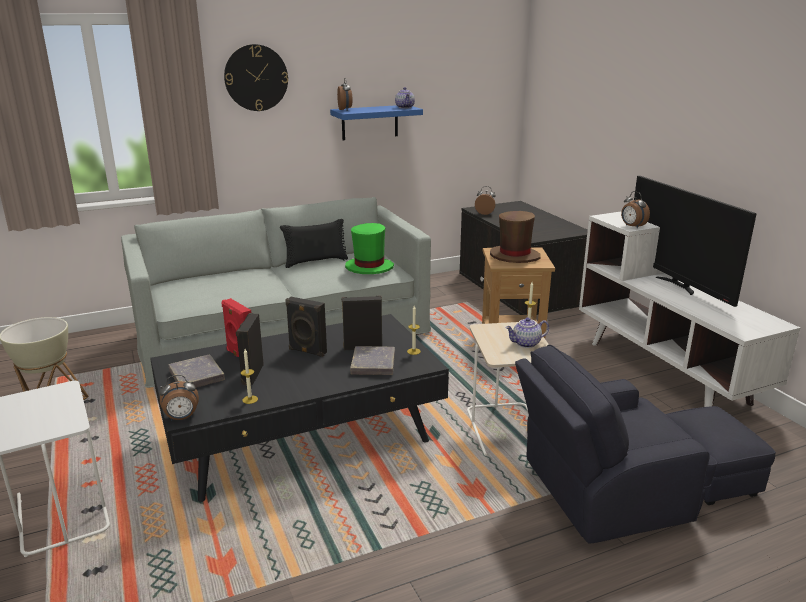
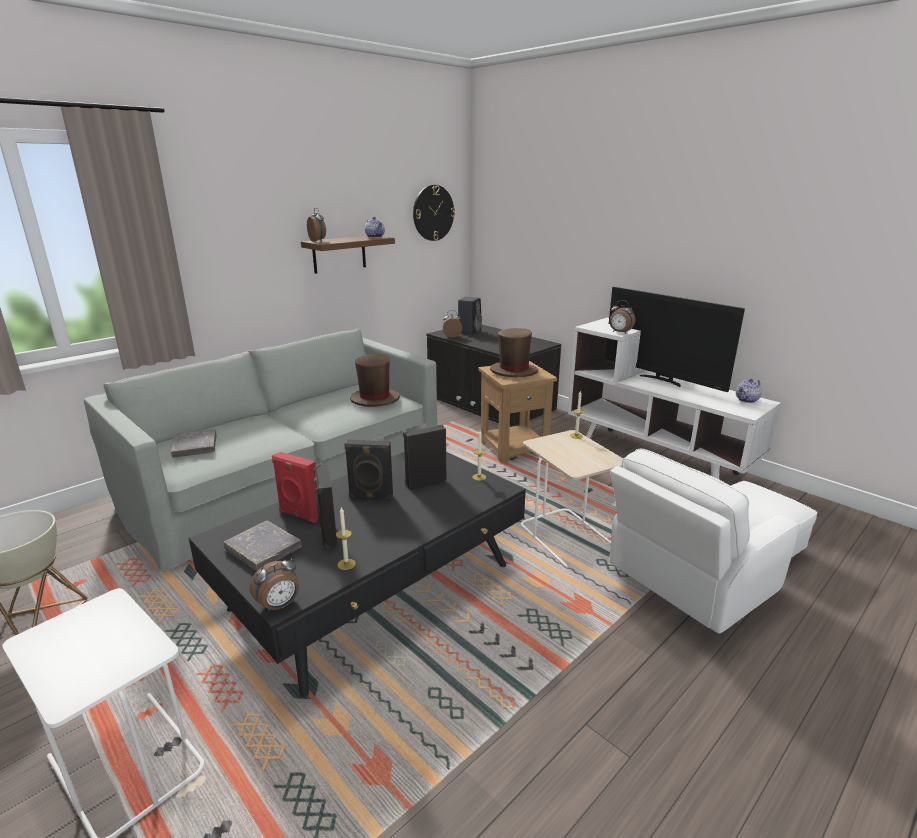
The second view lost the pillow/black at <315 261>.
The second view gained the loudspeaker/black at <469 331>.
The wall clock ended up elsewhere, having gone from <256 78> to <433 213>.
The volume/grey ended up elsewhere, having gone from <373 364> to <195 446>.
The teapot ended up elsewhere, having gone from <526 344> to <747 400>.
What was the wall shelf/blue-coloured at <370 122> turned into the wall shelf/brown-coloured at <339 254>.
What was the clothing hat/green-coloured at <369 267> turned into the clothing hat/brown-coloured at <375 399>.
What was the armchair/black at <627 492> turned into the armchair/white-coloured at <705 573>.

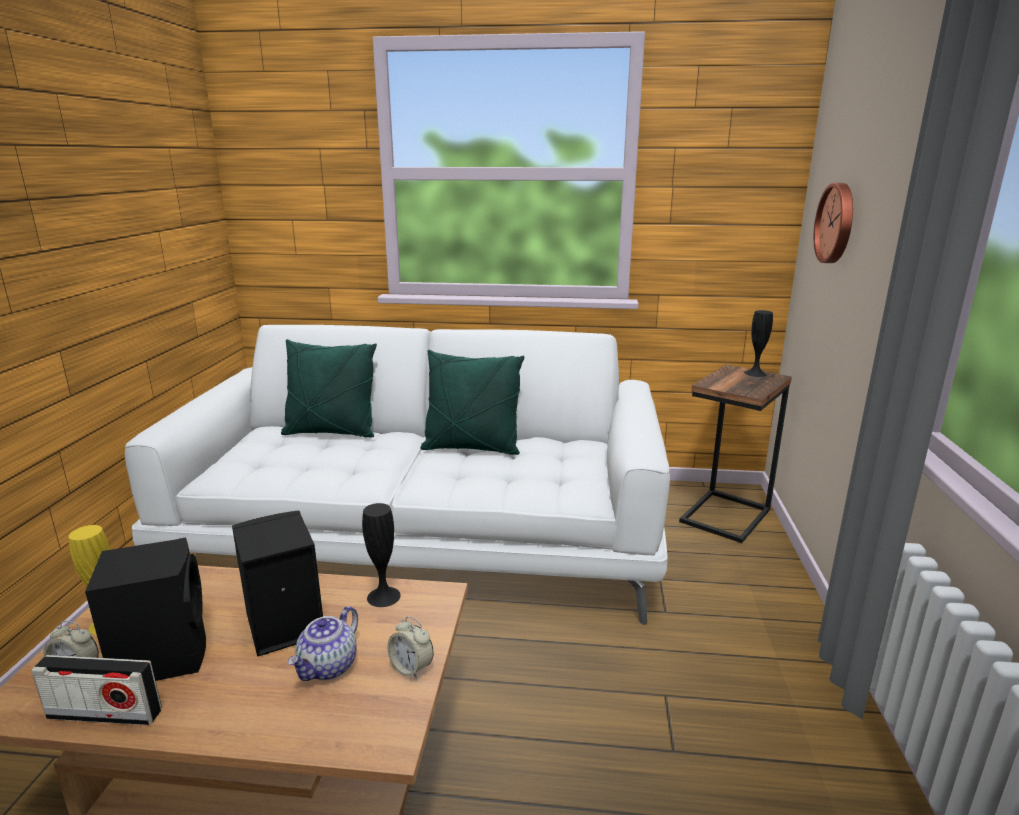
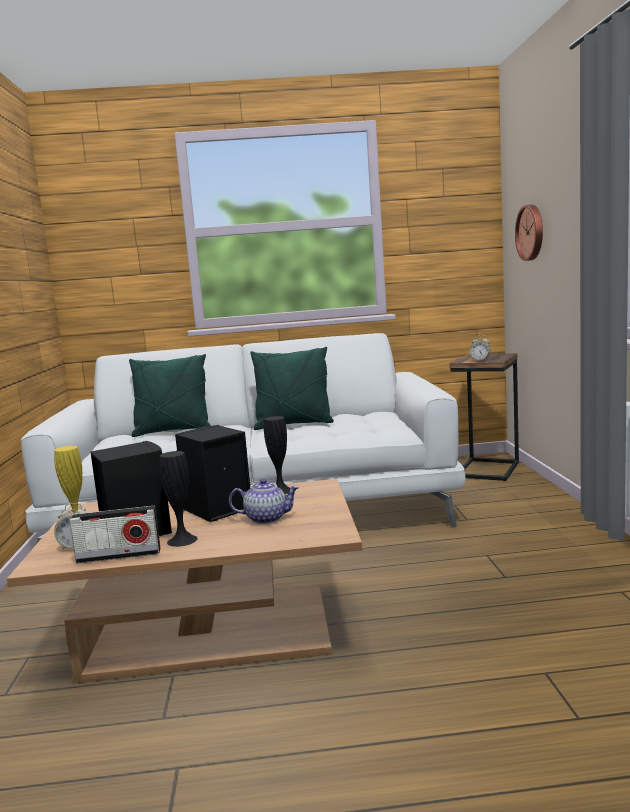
The bedside clock ended up elsewhere, having gone from <411 668> to <480 360>.
The flower vase/black ended up elsewhere, having gone from <755 373> to <182 540>.
The teapot at <328 667> ended up facing another way, 105 degrees counterclockwise from before.

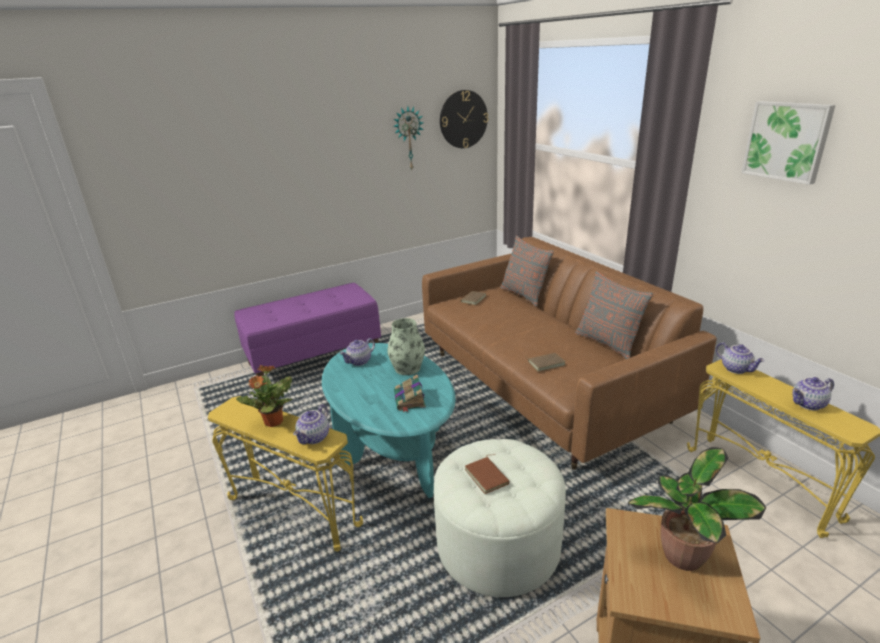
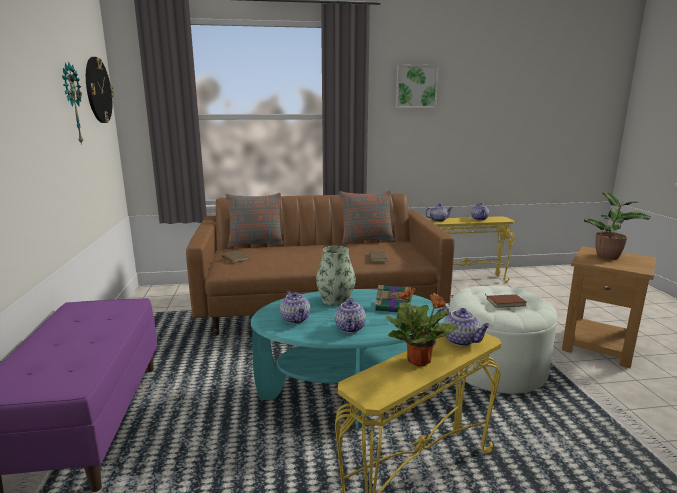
The second view gained the teapot at <351 328>.

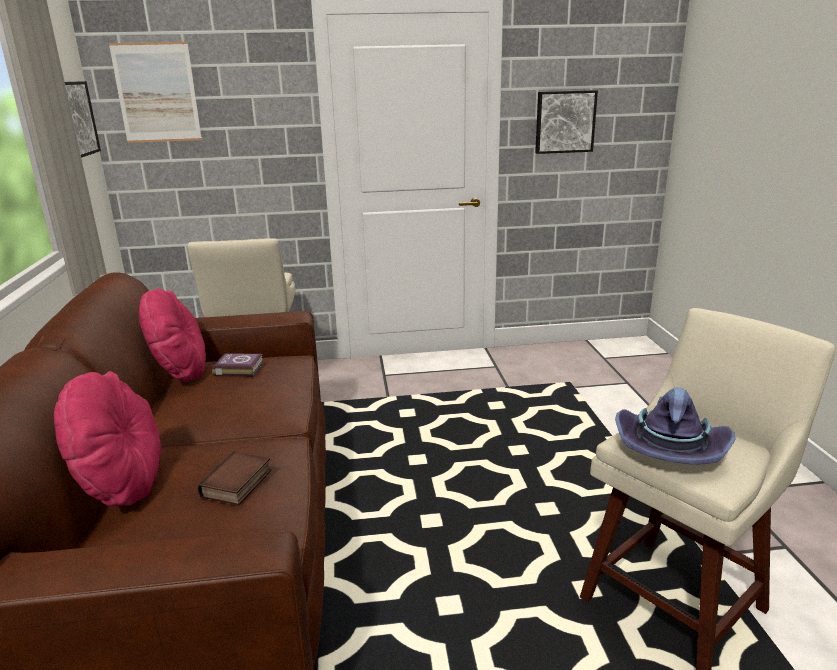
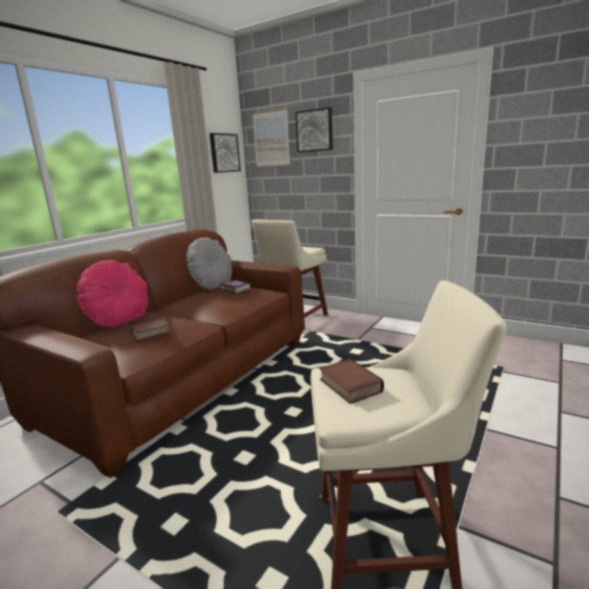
The wall art ended up elsewhere, having gone from <564 122> to <315 130>.
Where the clothing hat/purple-coloured stood at <669 450>, the volume came to stand at <348 386>.
What was the pillow/pink-coloured at <181 374> turned into the pillow/grey at <212 287>.

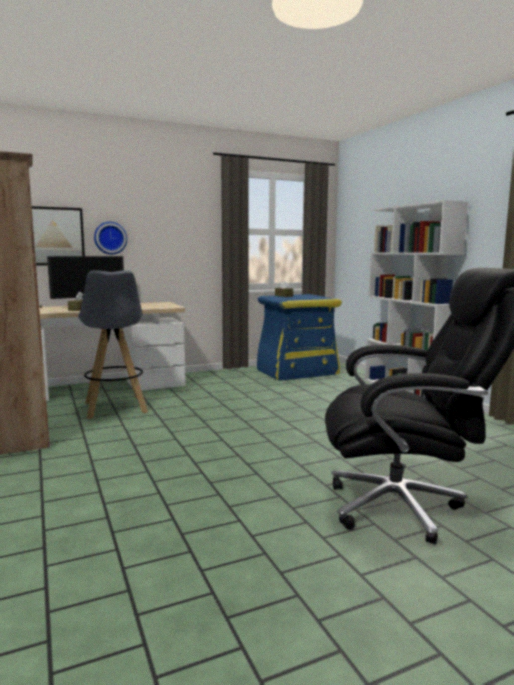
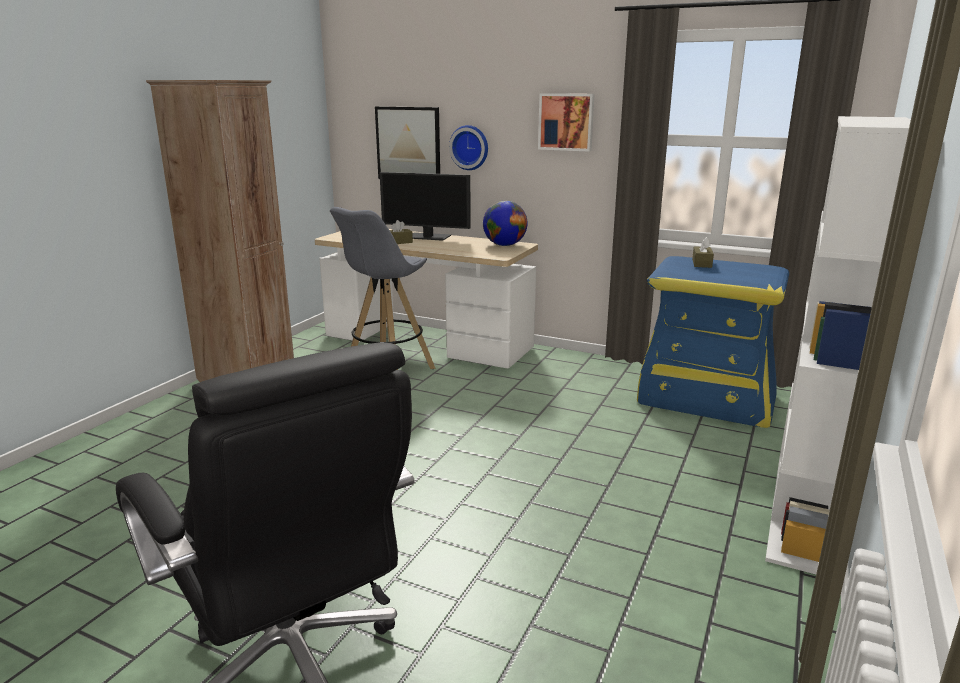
The second view gained the world globe at <504 245>.
The second view gained the wall art at <566 122>.

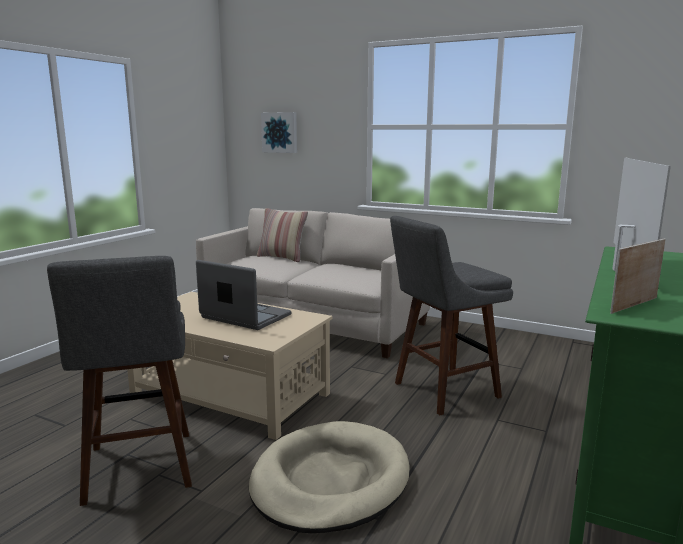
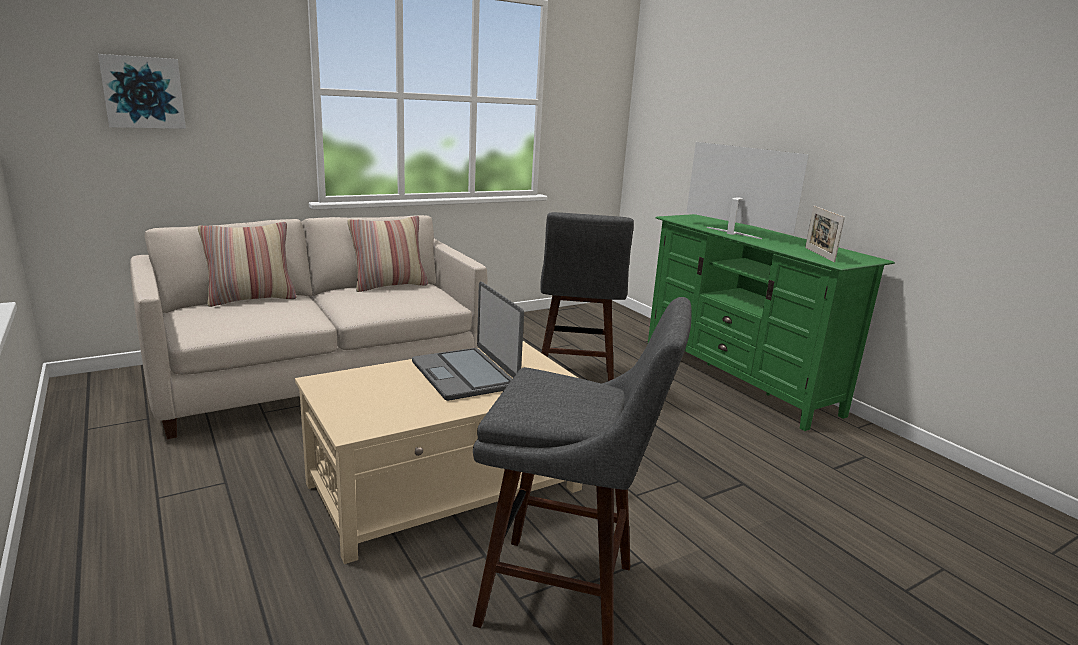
The second view lost the dog cushion/beige-coloured at <330 481>.
The second view gained the pillow at <389 286>.
The notebook computer at <245 317> ended up facing another way, 90 degrees counterclockwise from before.

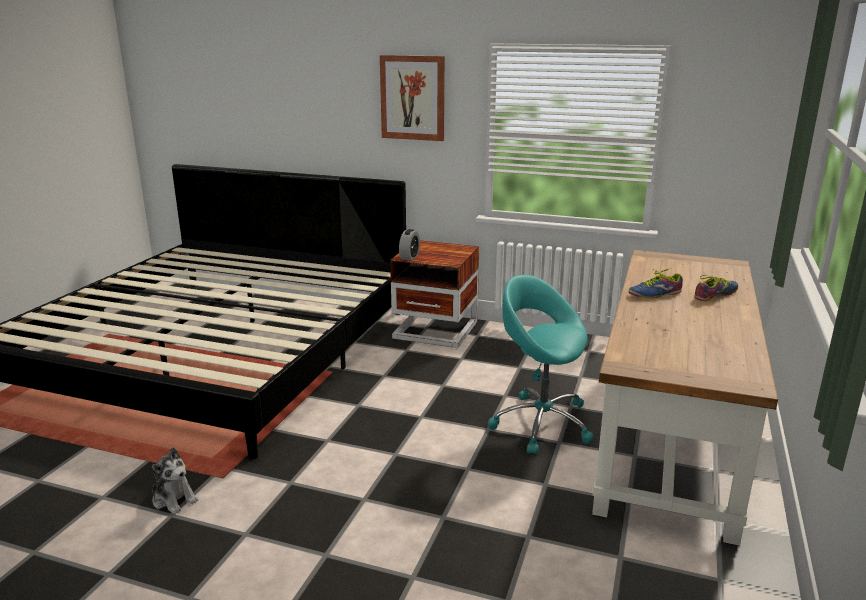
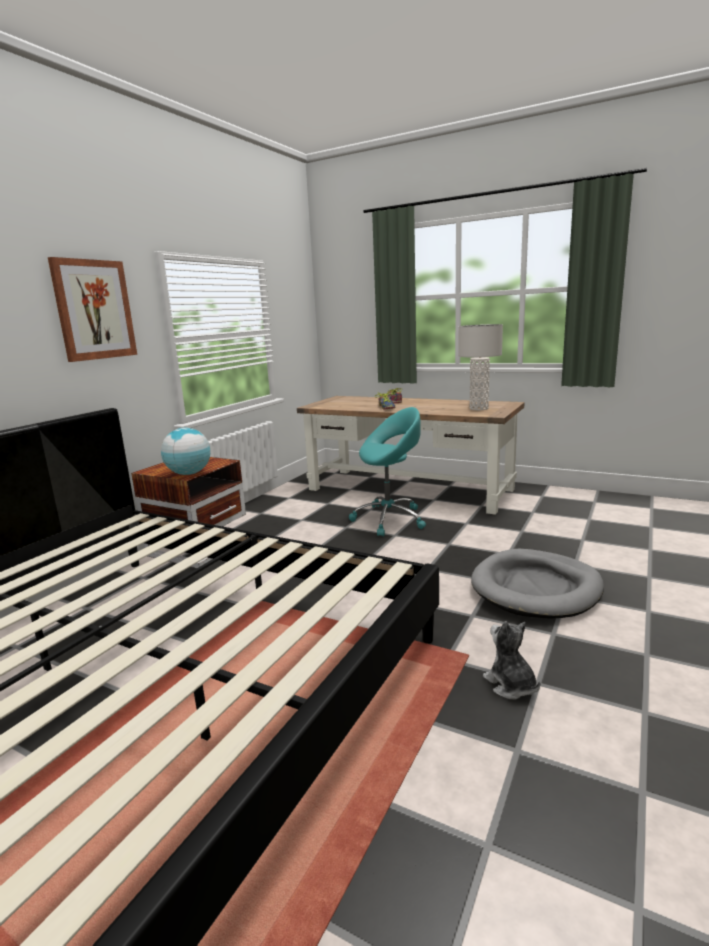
The second view gained the tabletop lamp/white-coloured at <479 408>.
The second view gained the dog cushion/grey at <536 588>.
Where the bedside clock stood at <409 257>, the world globe came to stand at <189 474>.
The plush toy at <174 499> ended up facing another way, 75 degrees counterclockwise from before.
The computer chair/turquoise at <540 423> ended up facing another way, 135 degrees counterclockwise from before.

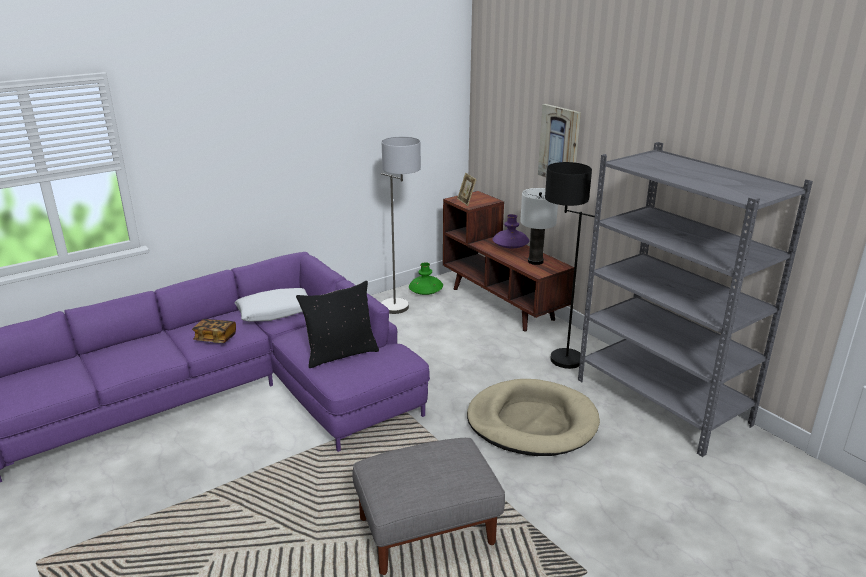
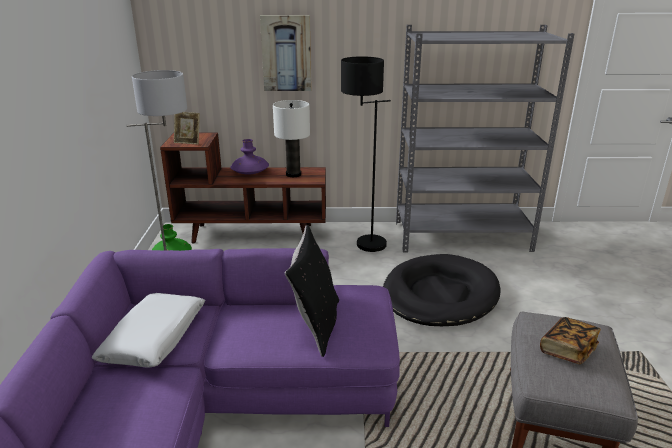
The volume ended up elsewhere, having gone from <215 338> to <567 350>.
What was the dog cushion/beige-coloured at <532 422> turned into the dog cushion/black at <440 295>.

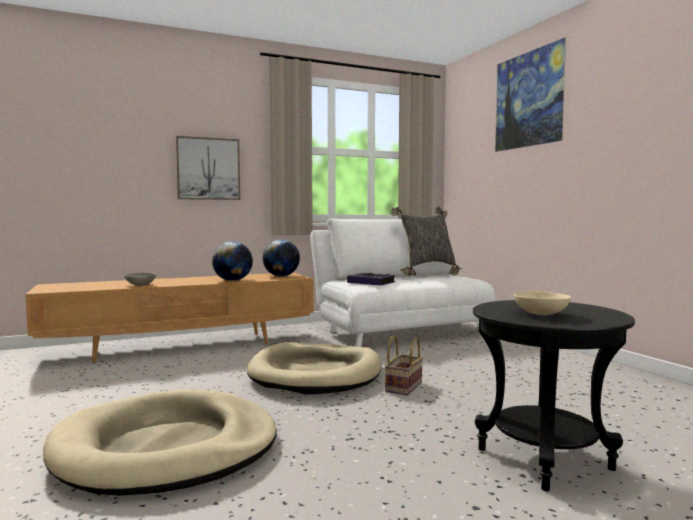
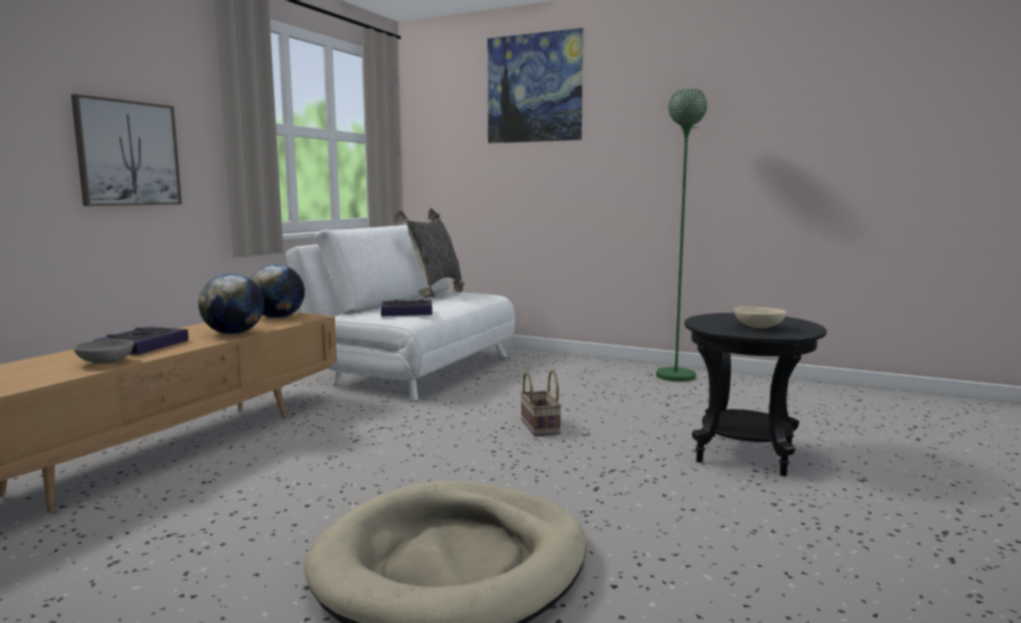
The second view lost the dog cushion/beige-coloured at <316 373>.
The second view gained the volume at <143 346>.
The second view gained the floor lamp/green-coloured at <676 376>.

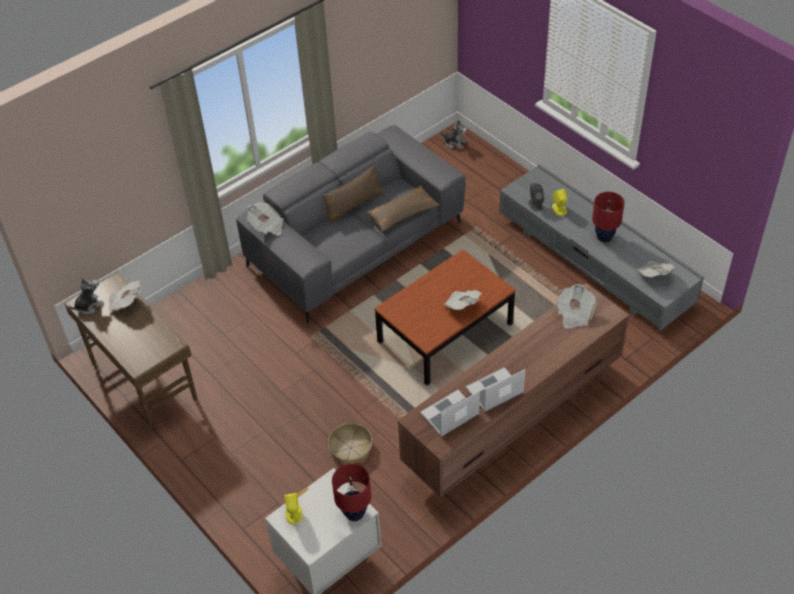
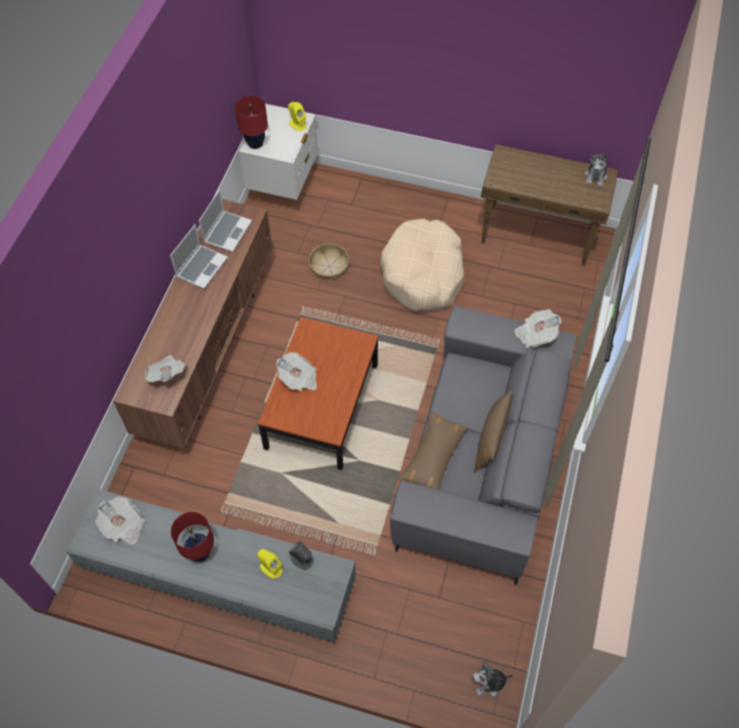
The second view lost the daily paper at <125 302>.
The second view gained the dog cushion/beige-coloured at <423 274>.

